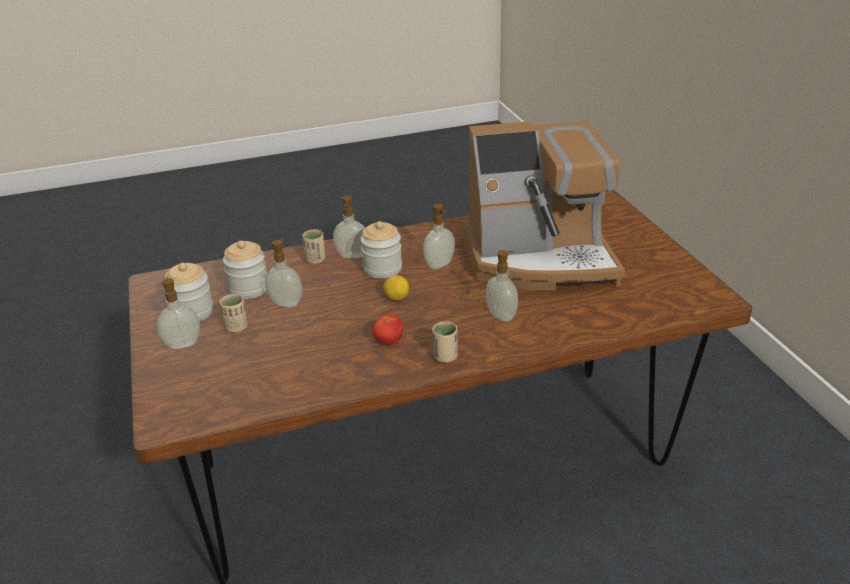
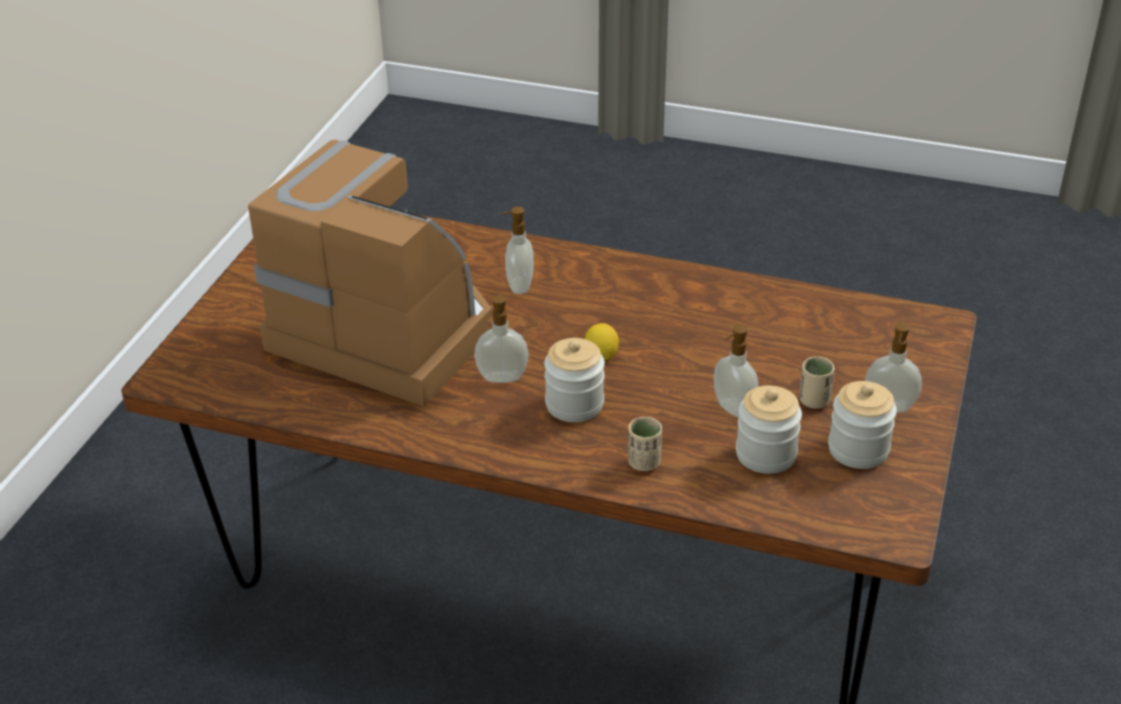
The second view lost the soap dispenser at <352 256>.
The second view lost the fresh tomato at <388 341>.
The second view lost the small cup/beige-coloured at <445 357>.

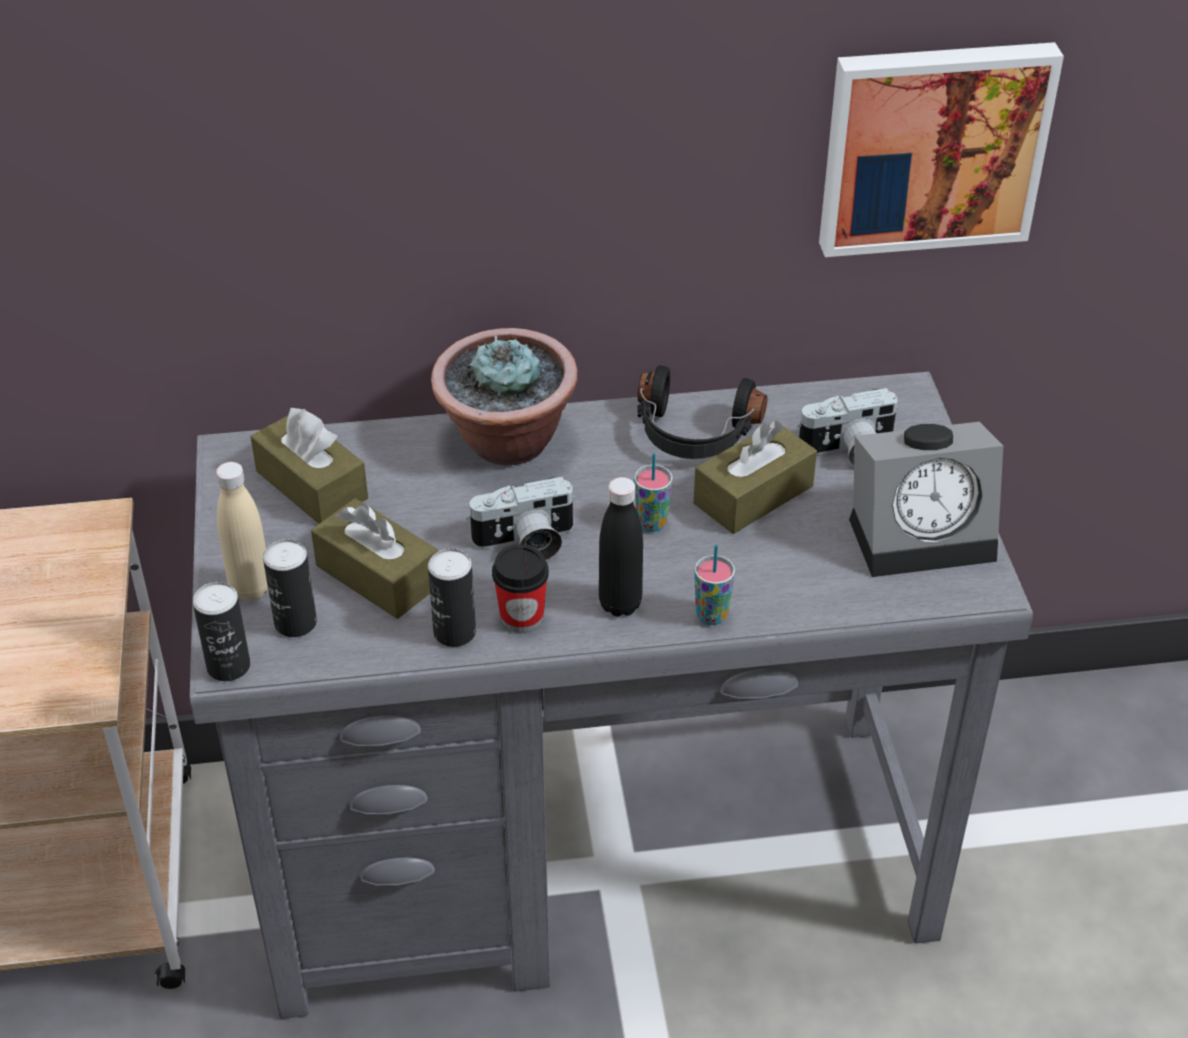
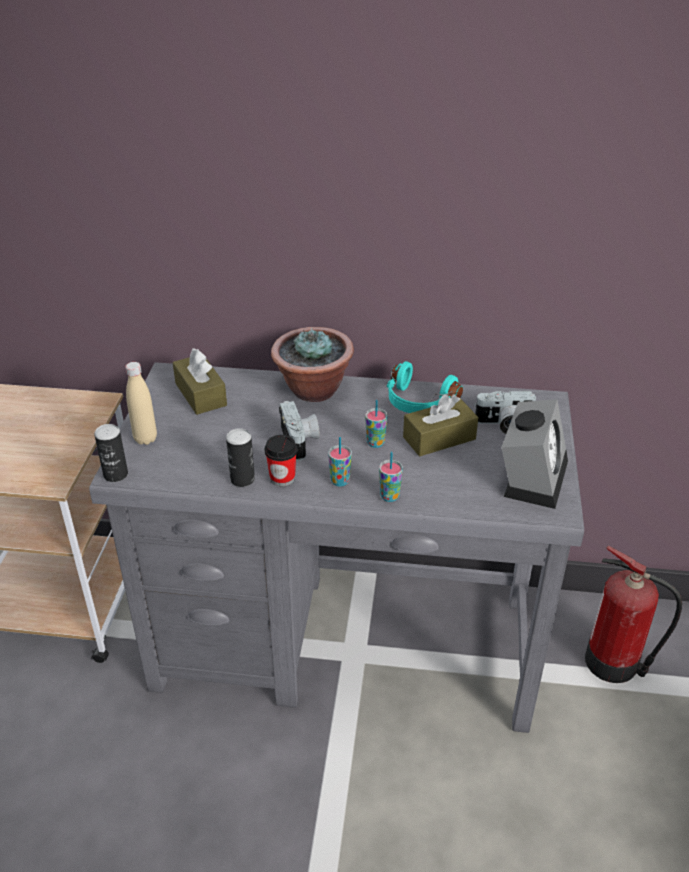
The second view lost the can at <295 623>.
The second view lost the box of tissues/brown-coloured at <378 575>.
The second view lost the wall art at <933 145>.
The second view gained the extinguisher at <614 663>.
Where the drink bottle/black stood at <620 604>, the small cup came to stand at <340 481>.
What was the pair of headphones/black at <694 434> turned into the pair of headphones/turquoise at <418 402>.
The photo camera at <526 543> ended up facing another way, 105 degrees counterclockwise from before.
The bedside clock at <924 534> ended up facing another way, 75 degrees counterclockwise from before.

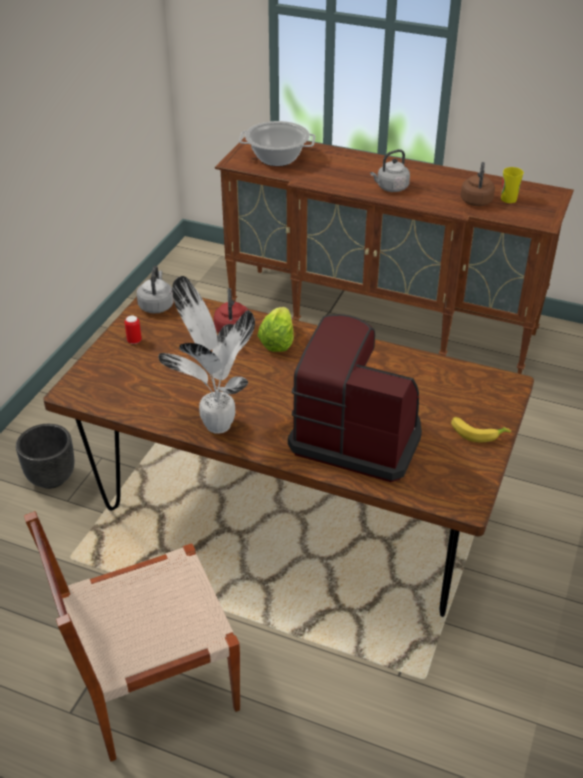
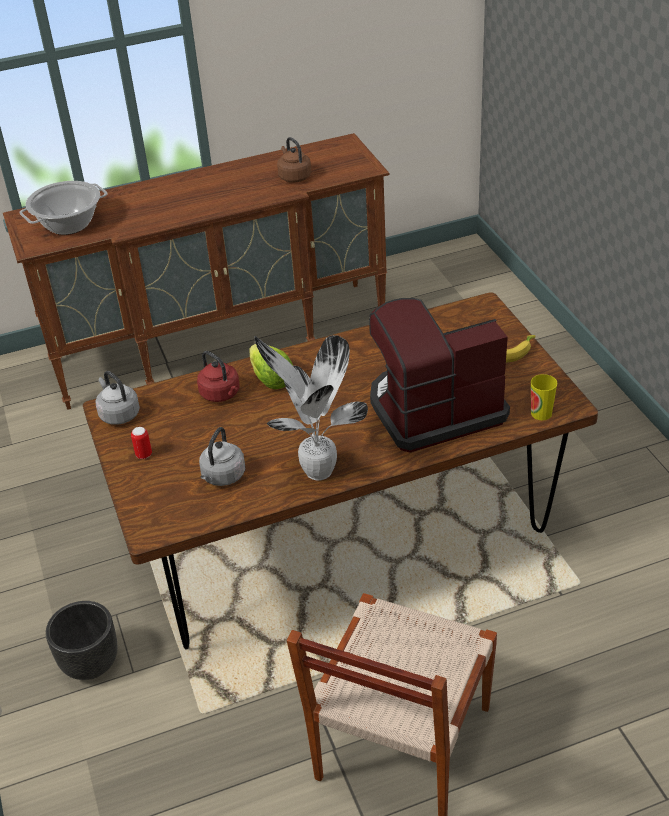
The kettle/grey ended up elsewhere, having gone from <390 188> to <222 477>.
The small cup ended up elsewhere, having gone from <508 199> to <541 413>.

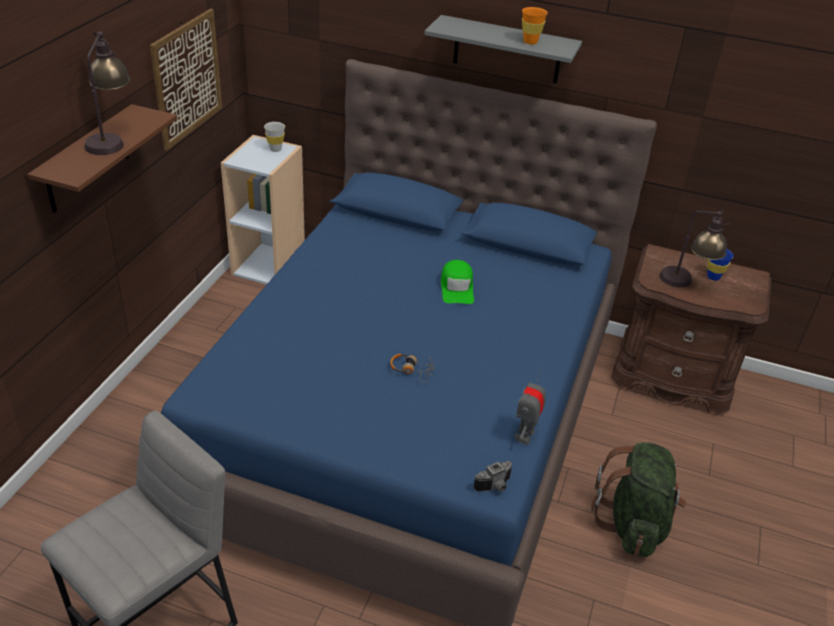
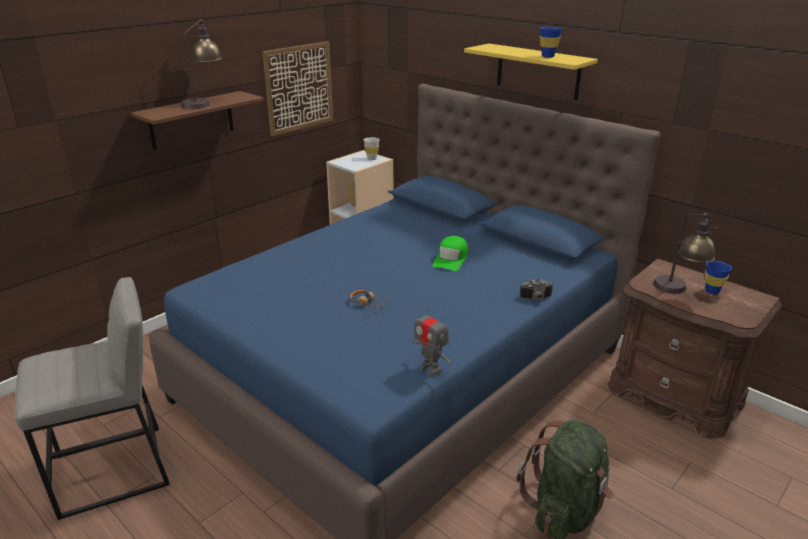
The photo camera ended up elsewhere, having gone from <495 487> to <537 299>.
What was the wall shelf/grey at <507 50> turned into the wall shelf/yellow at <538 71>.
What was the small cup/orange at <530 42> turned into the small cup/blue-coloured at <548 56>.
The model robot at <525 435> ended up facing another way, 90 degrees counterclockwise from before.

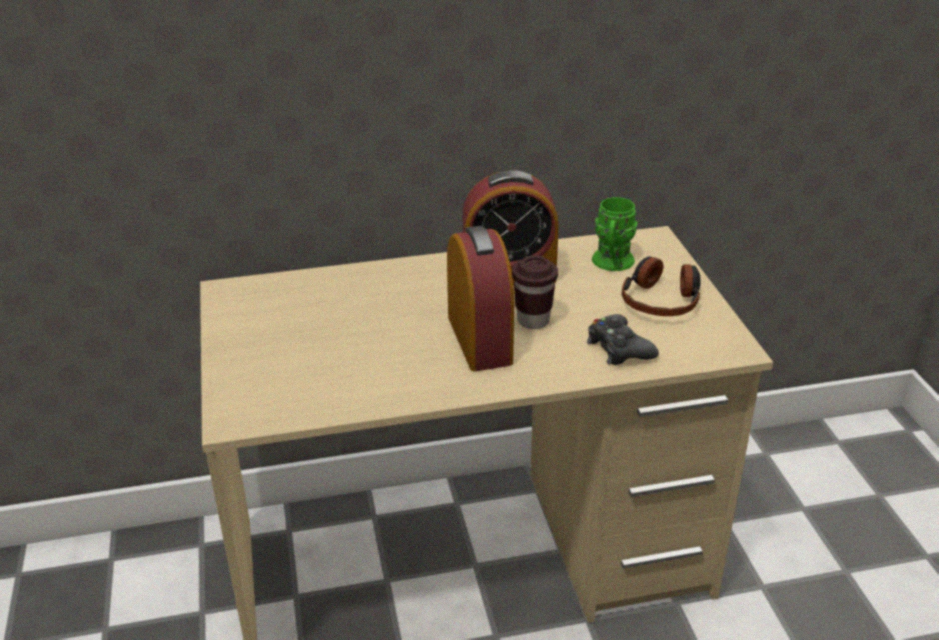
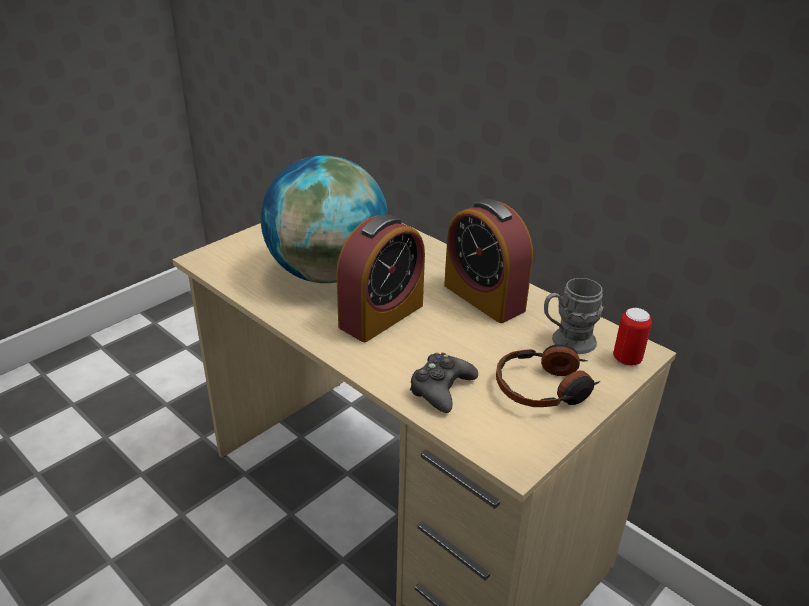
The second view lost the small cup/brown-coloured at <533 320>.
The second view gained the world globe at <327 273>.
The second view gained the can at <627 359>.
What was the coffee mug/green-coloured at <611 264> turned into the coffee mug/grey at <566 342>.

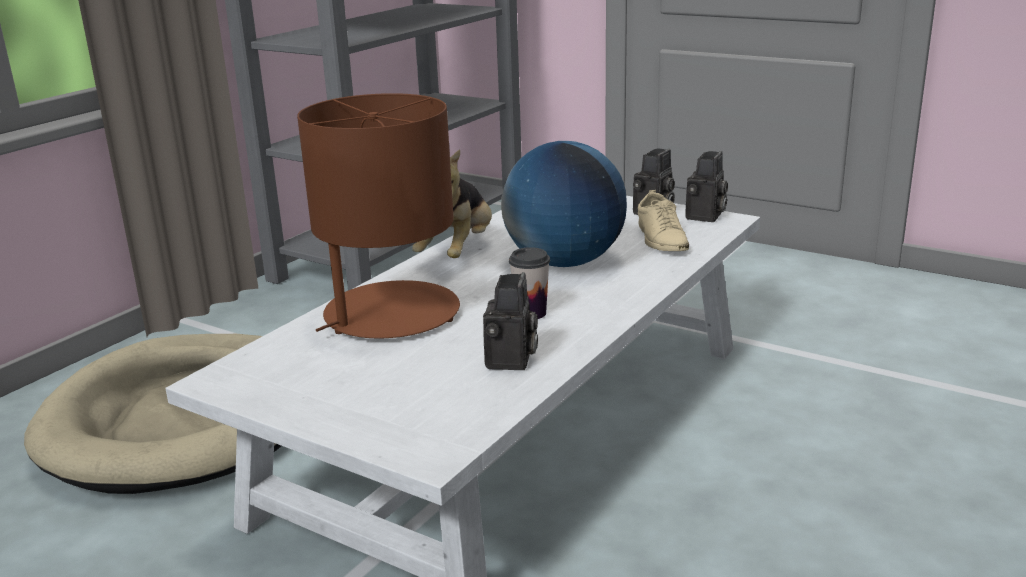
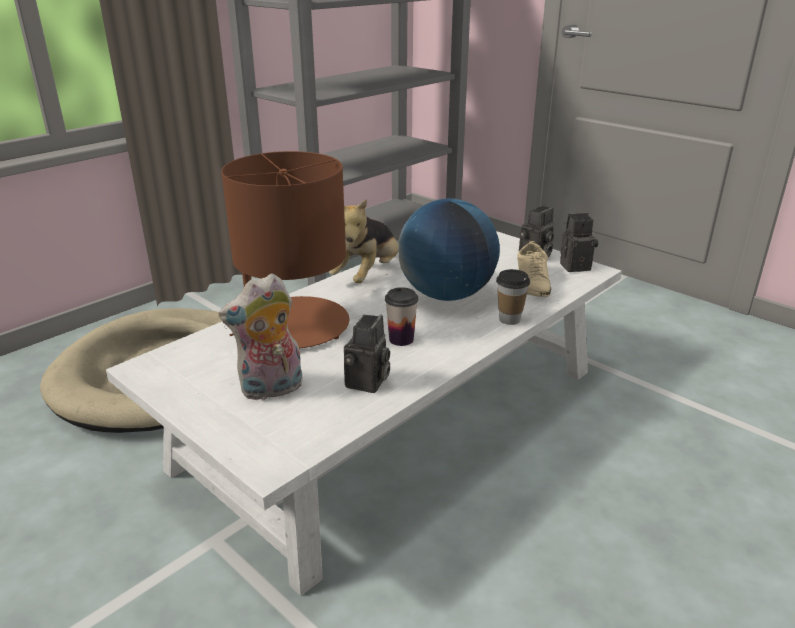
The second view gained the plush toy at <271 390>.
The second view gained the small cup at <509 319>.
The photo camera at <705 217> ended up facing another way, 135 degrees counterclockwise from before.

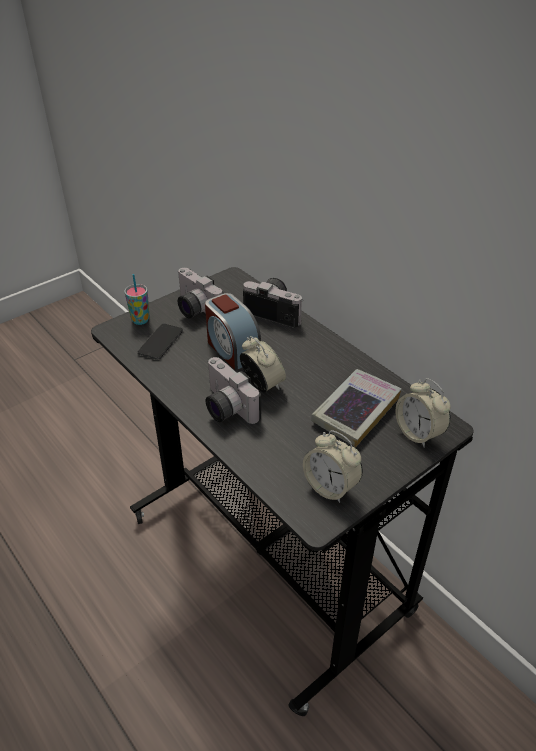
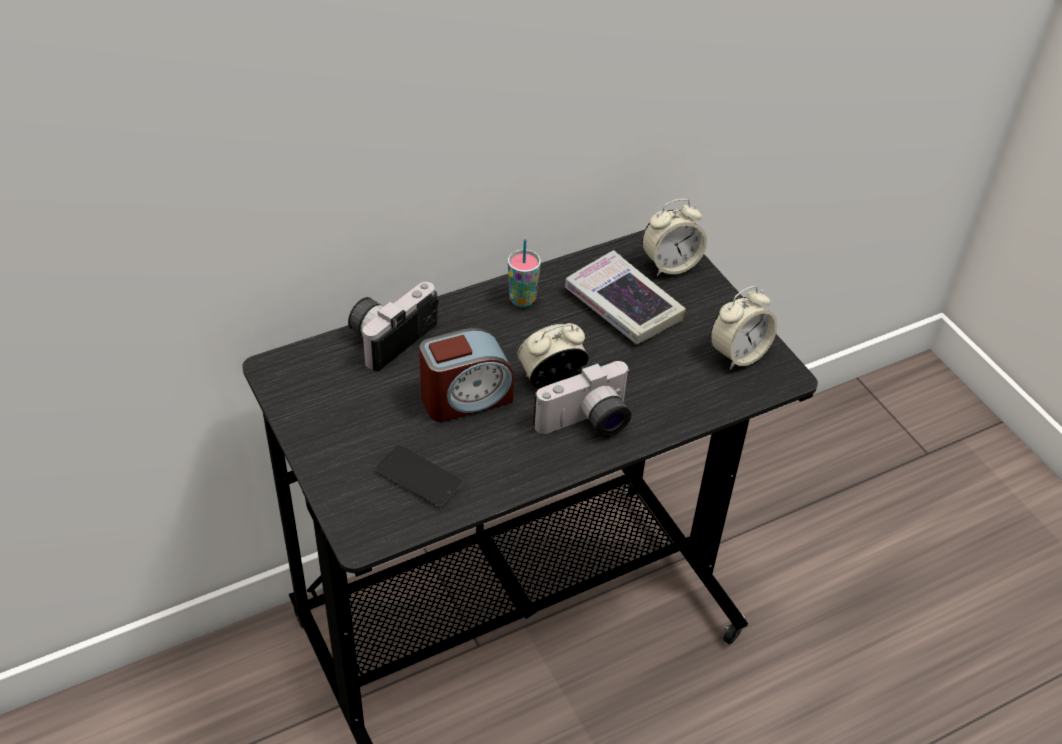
The second view lost the photo camera at <194 309>.
The small cup ended up elsewhere, having gone from <140 320> to <522 300>.

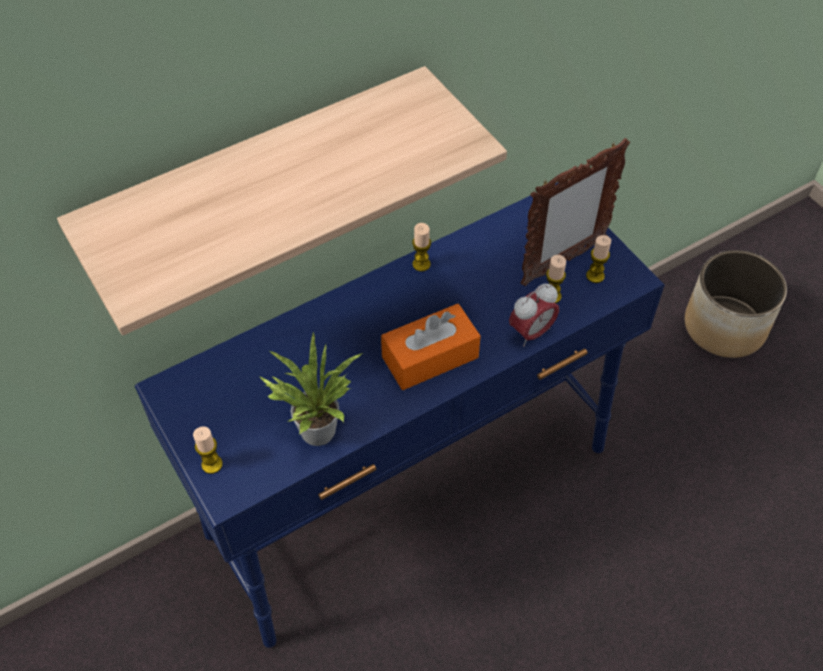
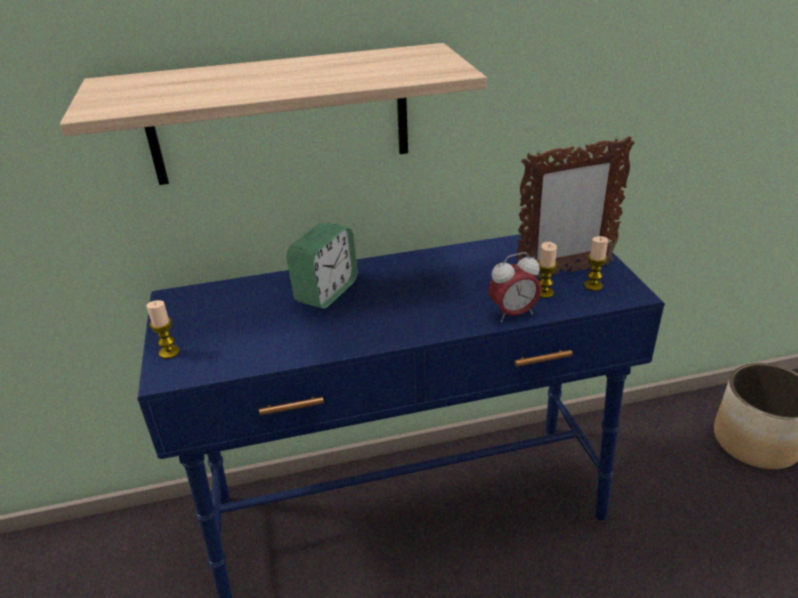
The second view lost the plant in a pot at <315 427>.
The second view lost the box of tissues/orange at <430 357>.
The second view lost the candle at <421 264>.
The second view gained the bedside clock at <326 291>.

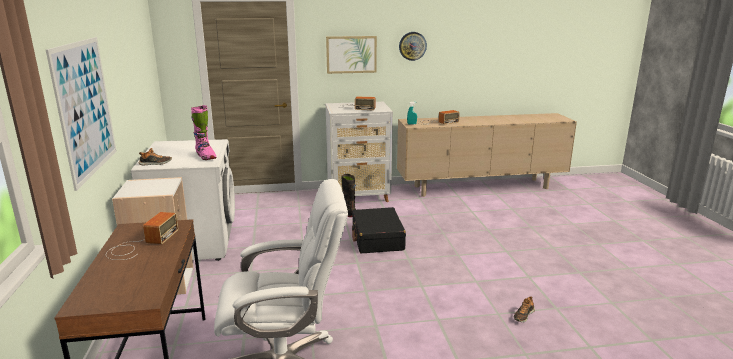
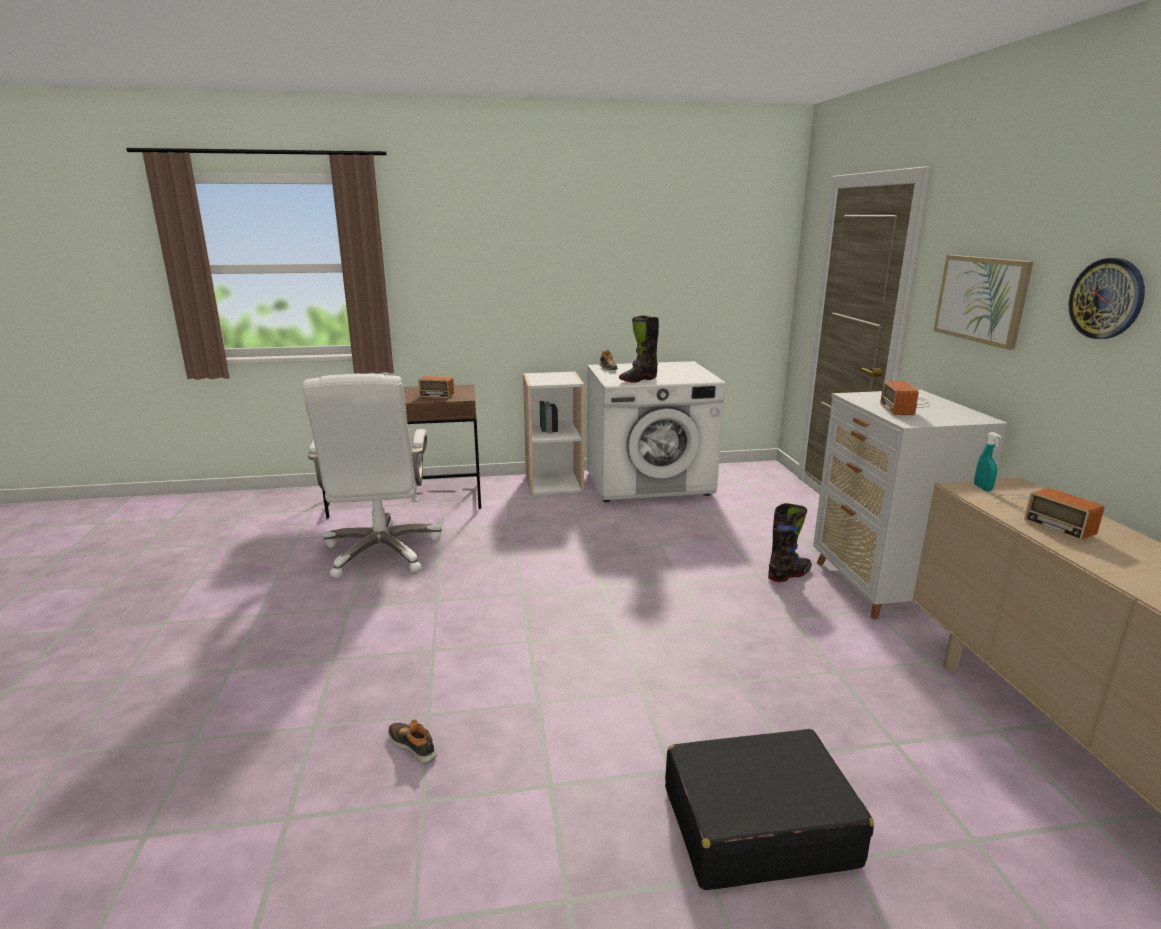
The second view lost the wall art at <85 108>.
The travel case/black ended up elsewhere, having gone from <377 239> to <757 825>.
What was the tall boot/pink-coloured at <206 157> turned into the tall boot/black at <638 380>.

